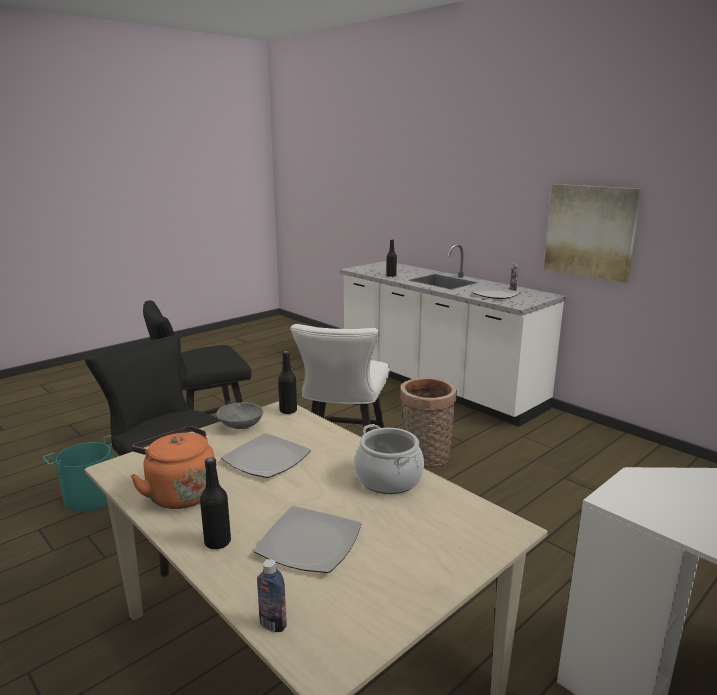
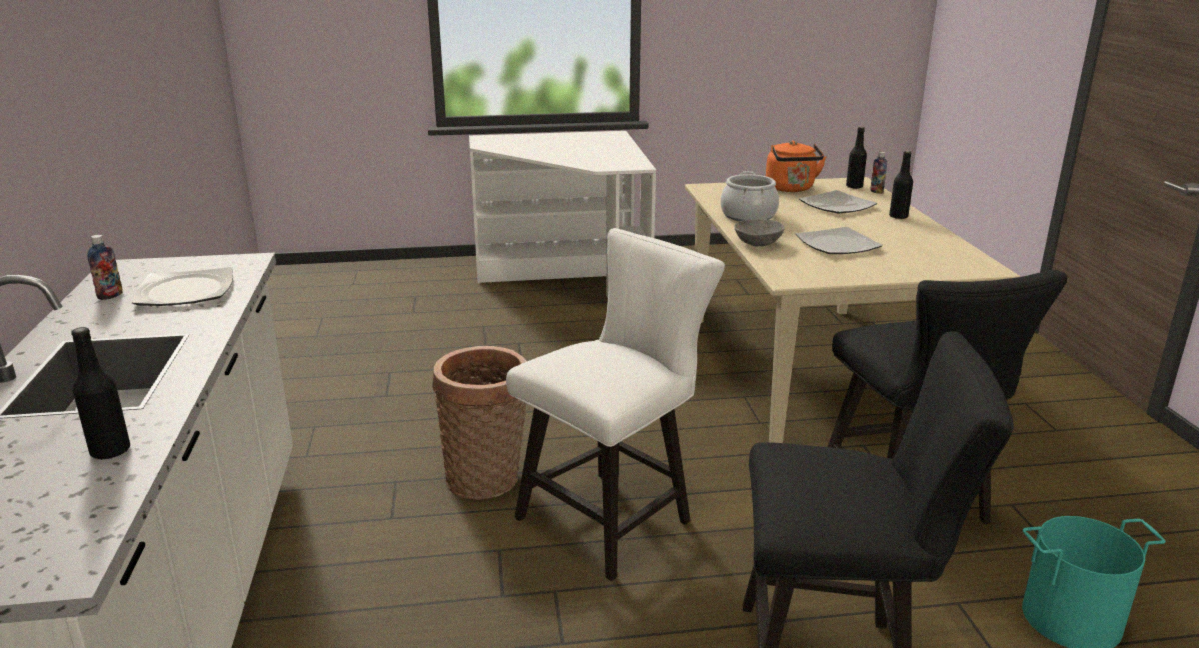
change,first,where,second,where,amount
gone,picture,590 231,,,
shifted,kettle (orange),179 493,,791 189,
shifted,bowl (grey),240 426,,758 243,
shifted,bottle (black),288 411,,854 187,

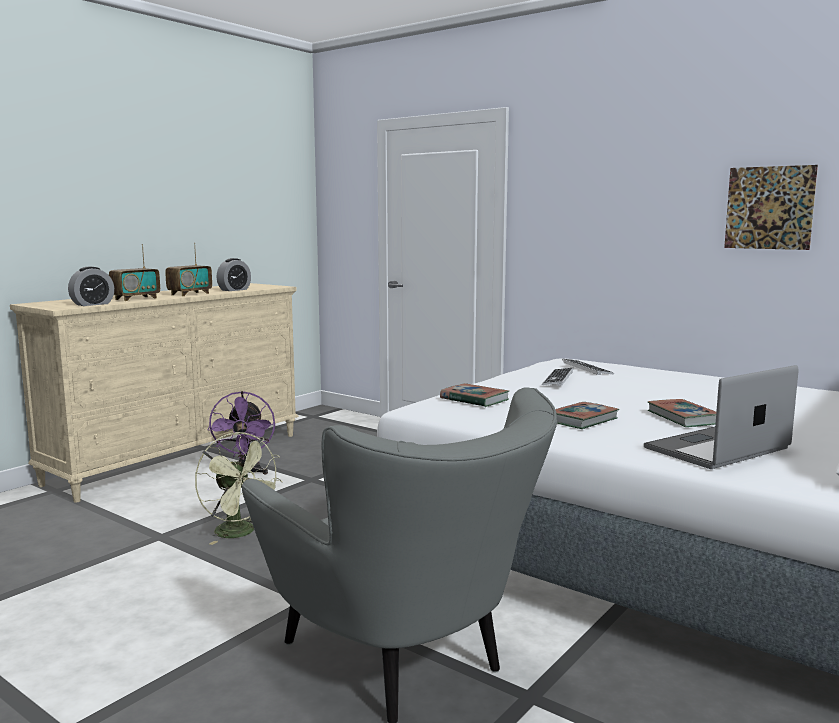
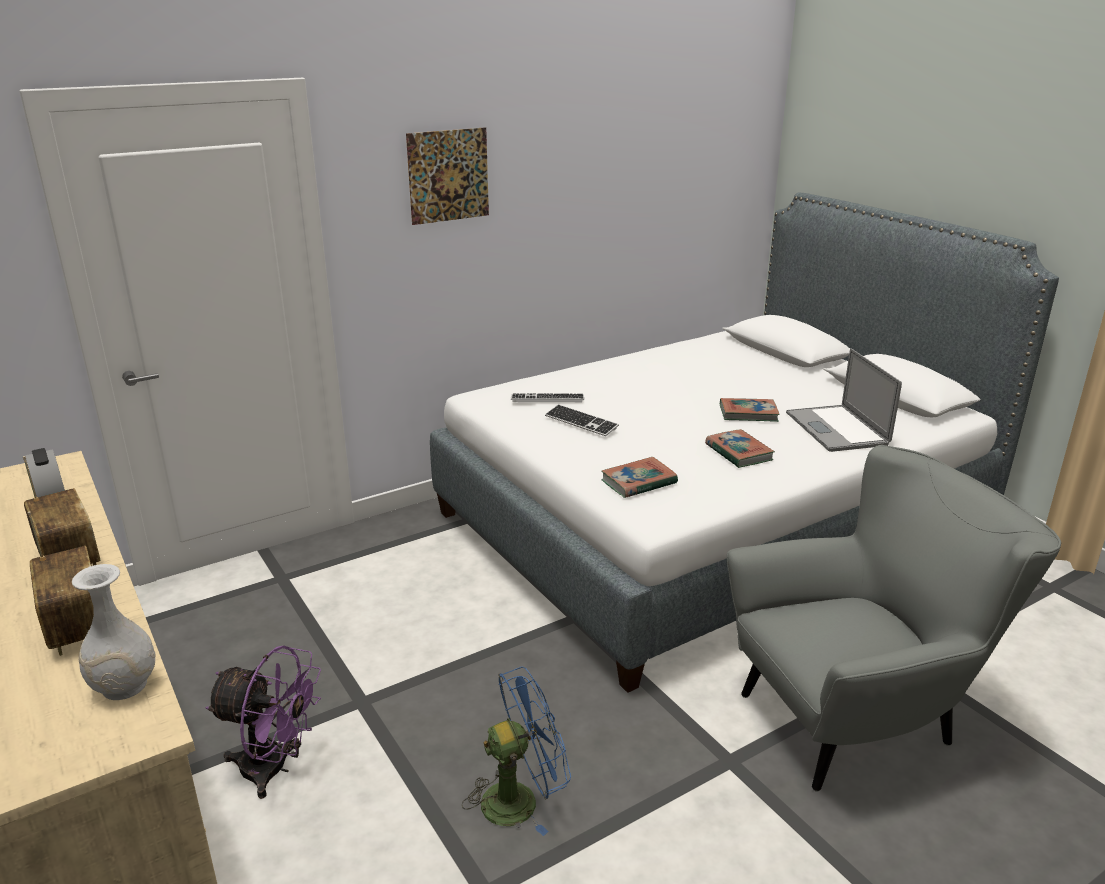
change,first,where,second,where,amount
shifted,picture,769 208,,448 175,
swapped,alarm clock,92 304,vase (white),124 686,
repainted,fan (green),240 533,fan (blue),520 799,

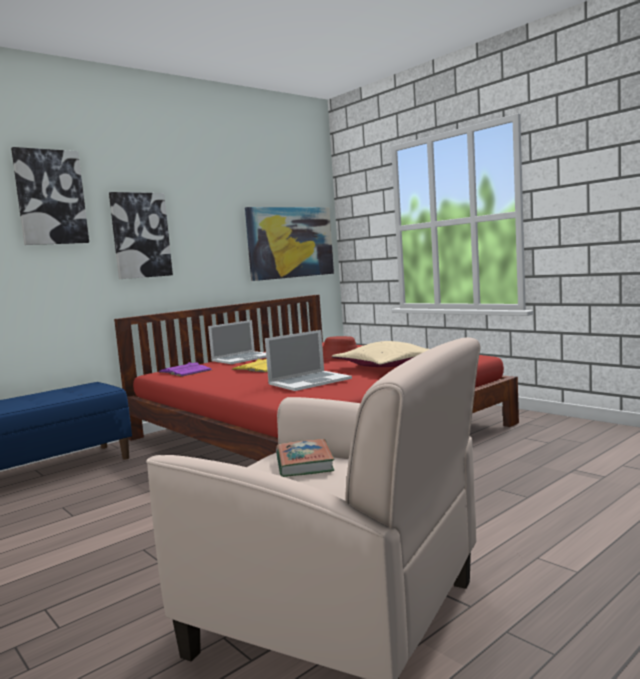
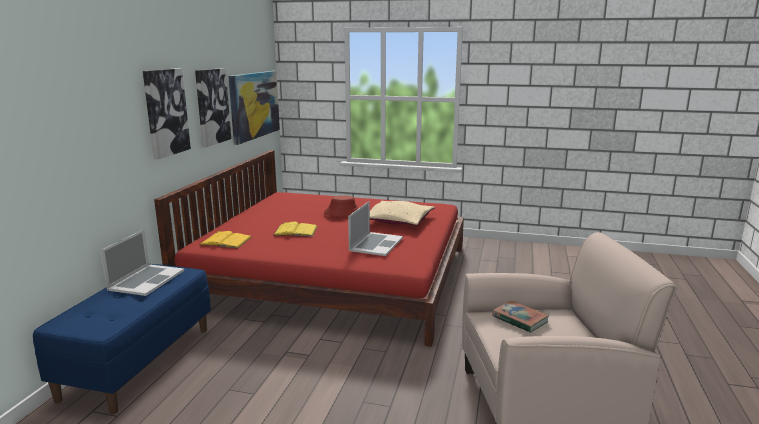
change,first,where,second,where,amount
shifted,picture,50 197,,212 106,
shifted,laptop,242 358,,146 280,
repainted,book (purple),185 371,book (yellow),226 241,

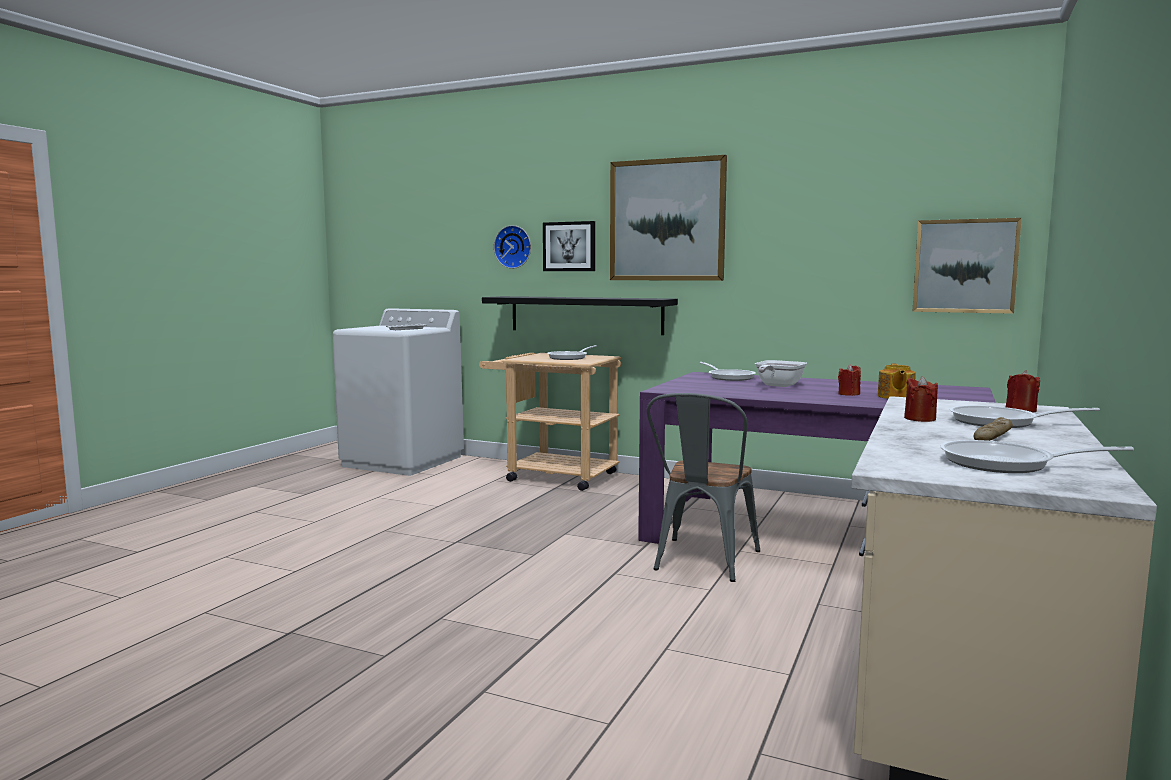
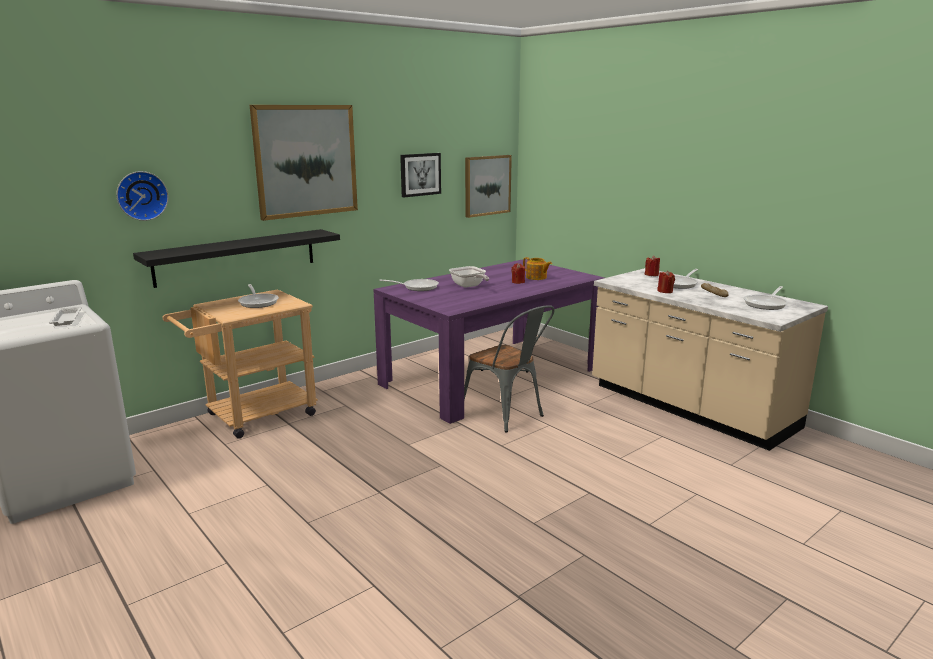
change,first,where,second,where,amount
shifted,picture,569 246,,420 174,

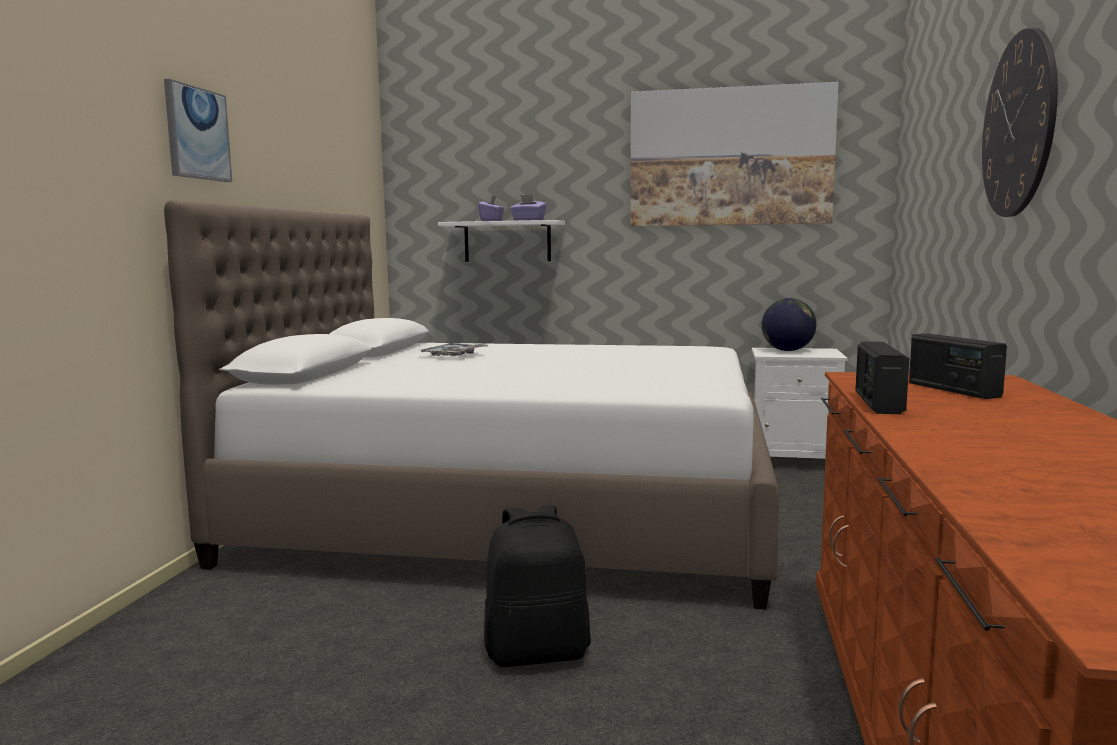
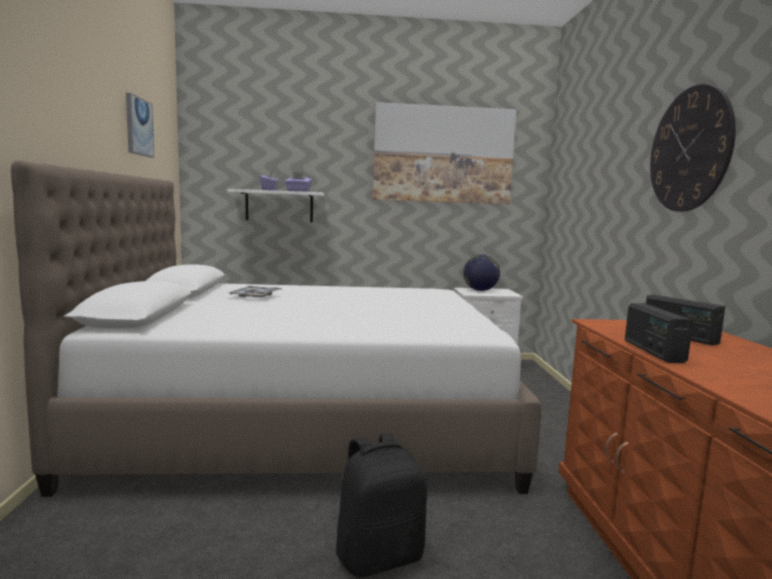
change,first,where,second,where,amount
shifted,picture,197 133,,138 127,

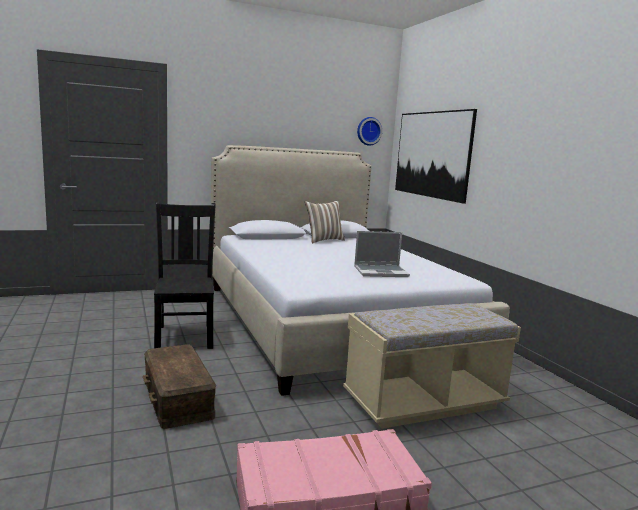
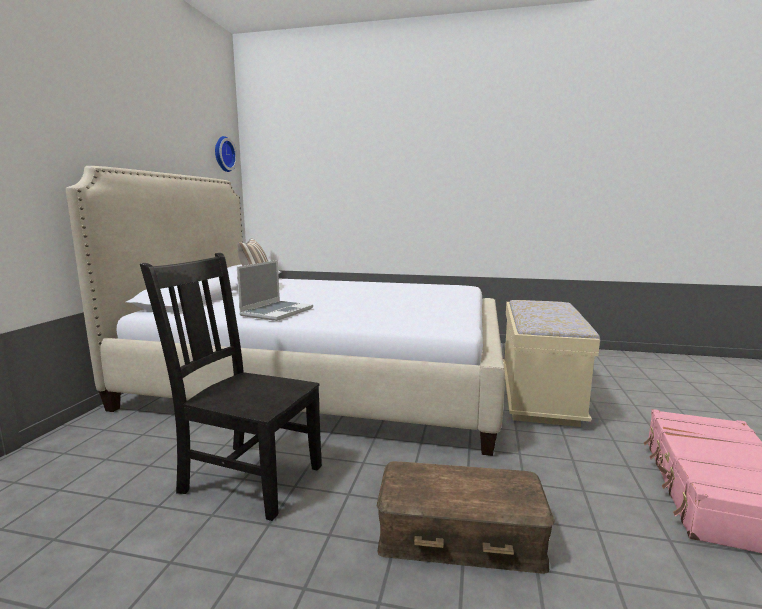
change,first,where,second,where,amount
gone,picture,432 154,,,
shifted,laptop,381 272,,277 312,

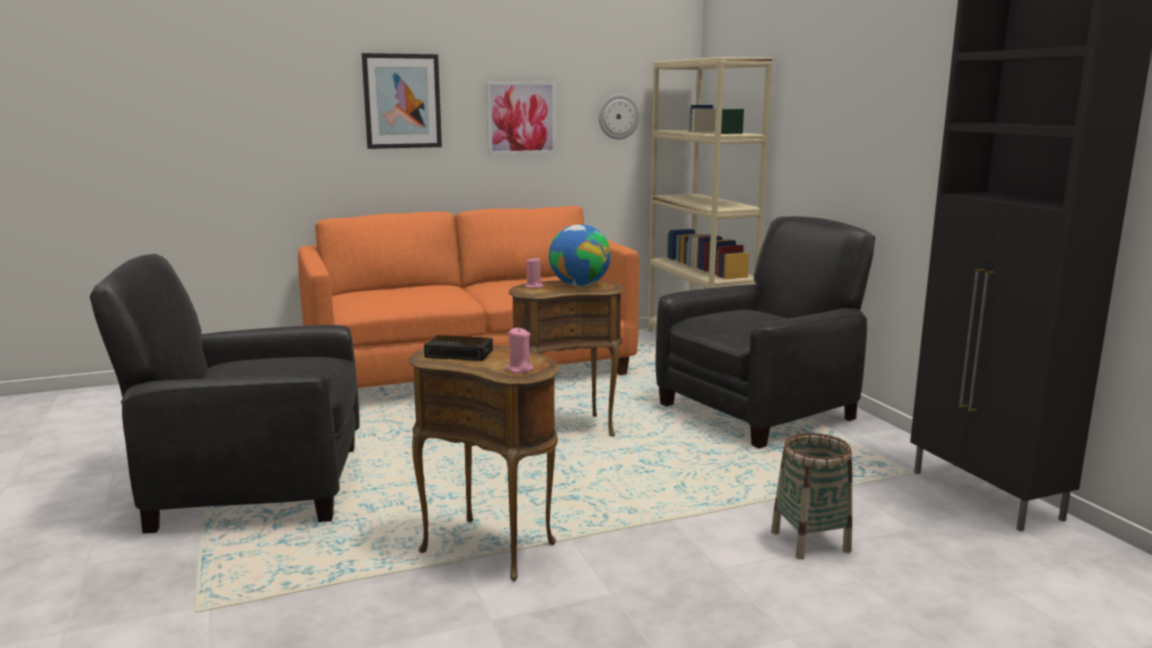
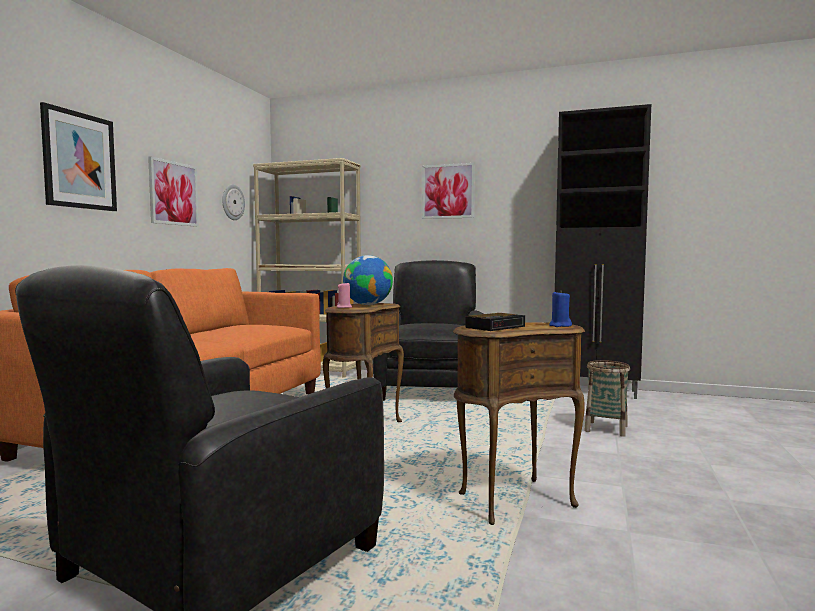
change,first,where,second,where,amount
new,,,picture,448 191,
repainted,candle (pink),519 369,candle (blue),560 326,

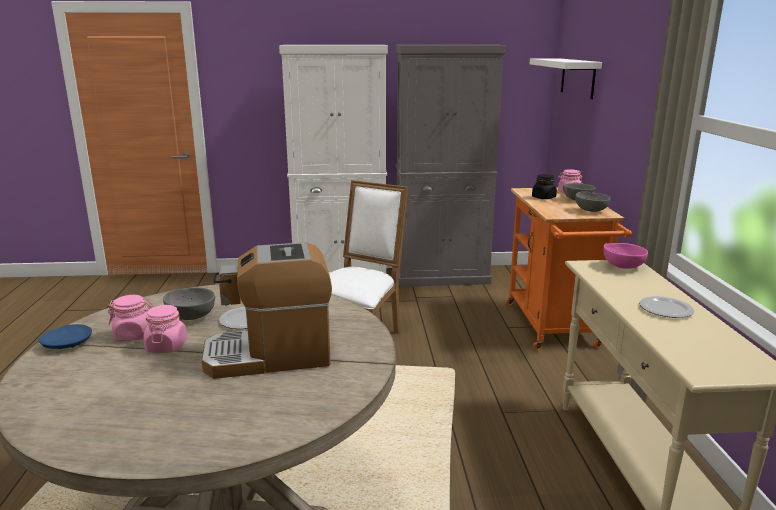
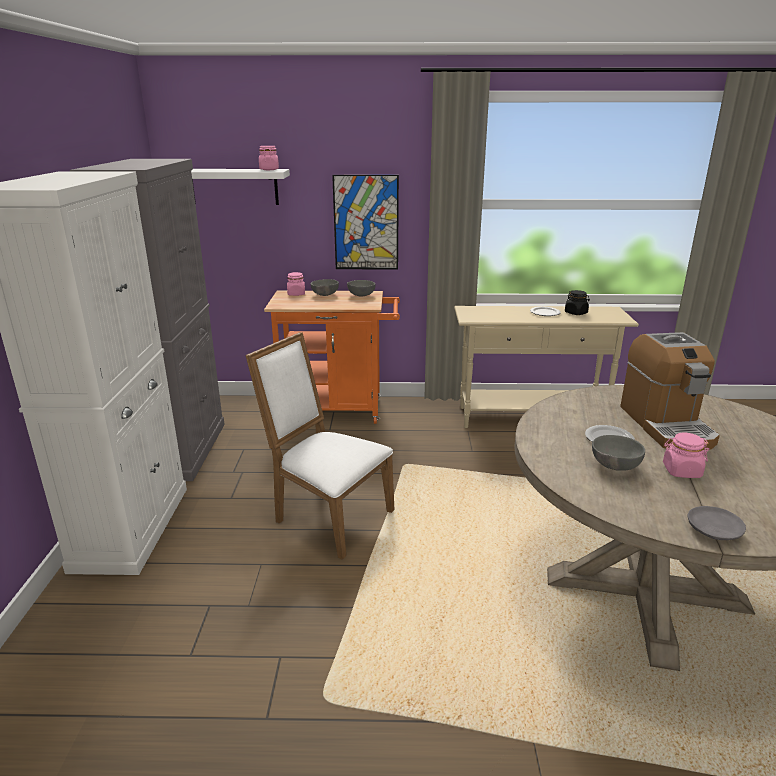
change,first,where,second,where,amount
gone,bowl (pink),622 266,,,
new,,,picture,366 223,
shifted,jar (pink),134 335,,269 169,
shifted,jar (black),543 197,,576 313,
repainted,plate (blue),67 343,plate (grey),713 530,

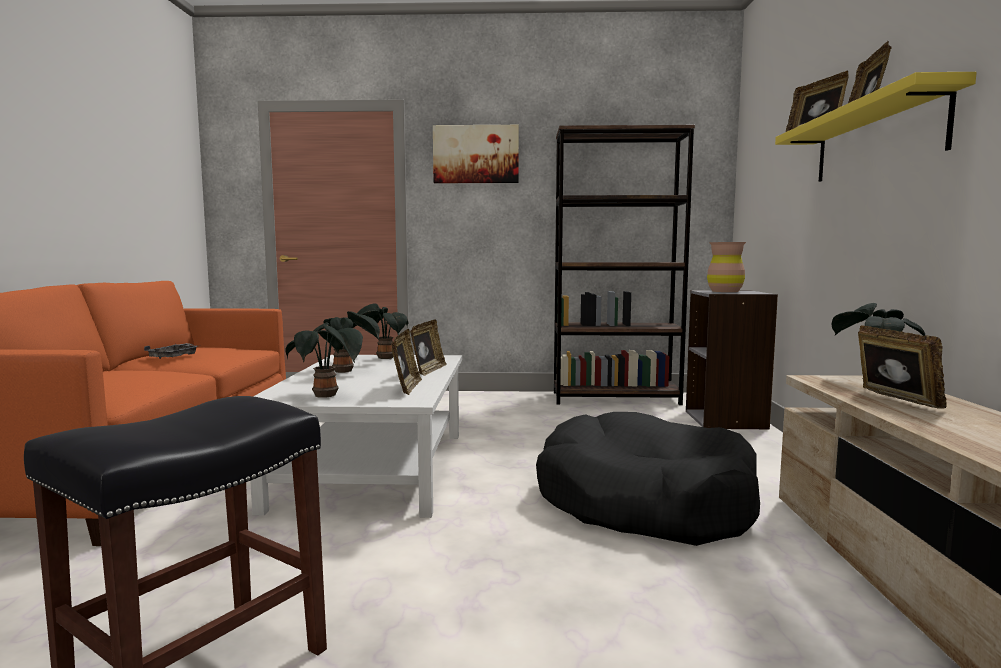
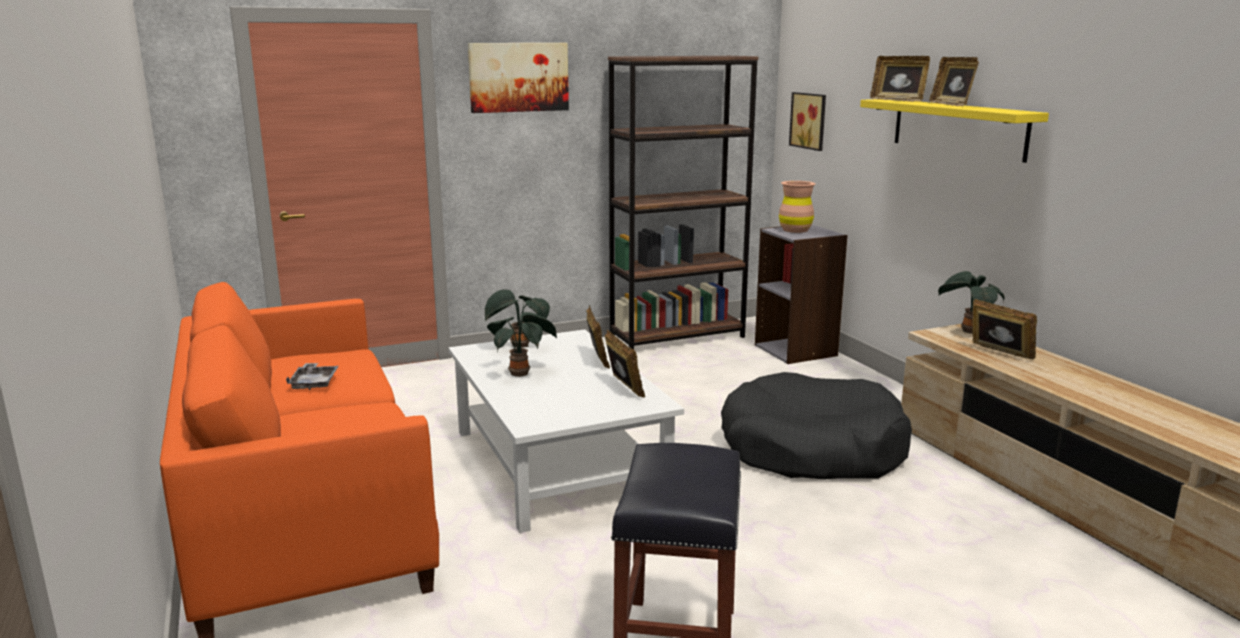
change,first,where,second,where,amount
gone,potted plant,328 396,,,
new,,,picture,810 120,

